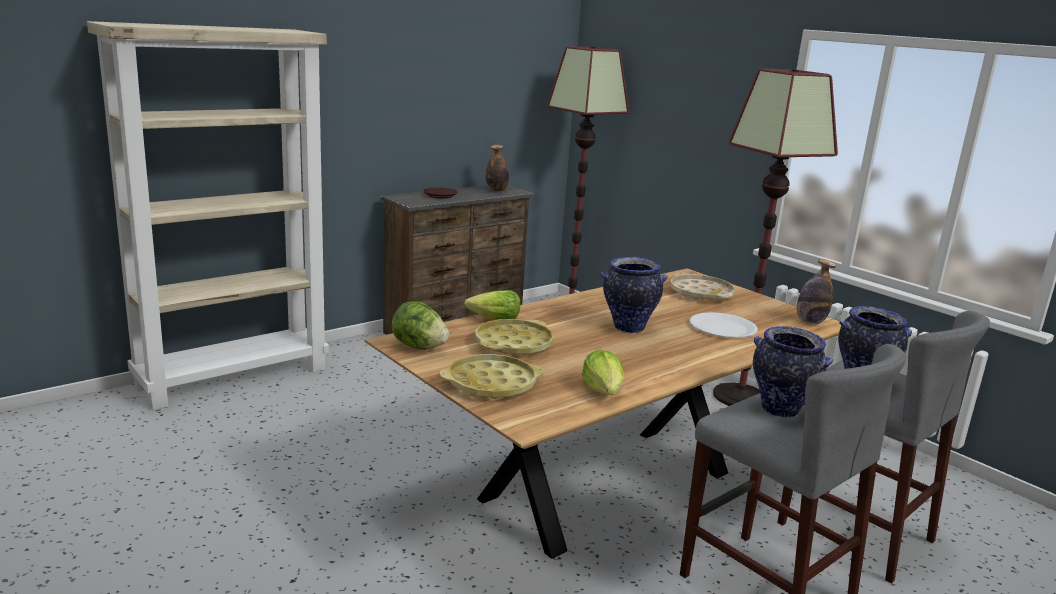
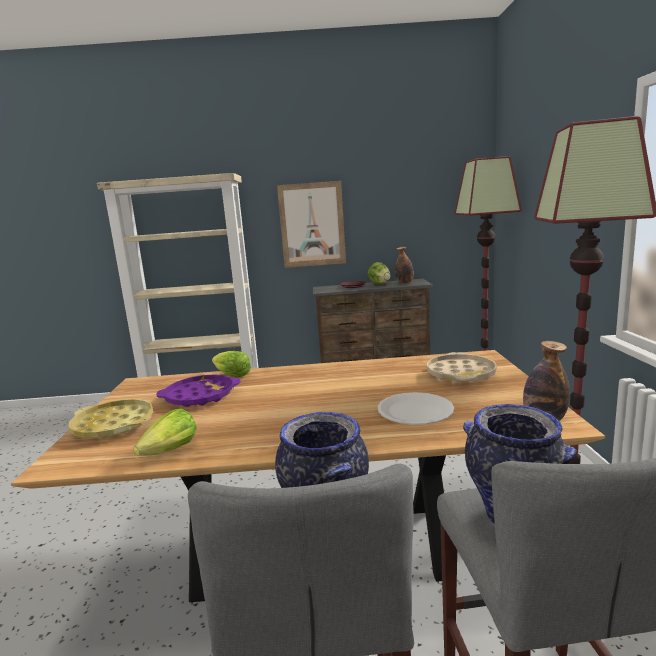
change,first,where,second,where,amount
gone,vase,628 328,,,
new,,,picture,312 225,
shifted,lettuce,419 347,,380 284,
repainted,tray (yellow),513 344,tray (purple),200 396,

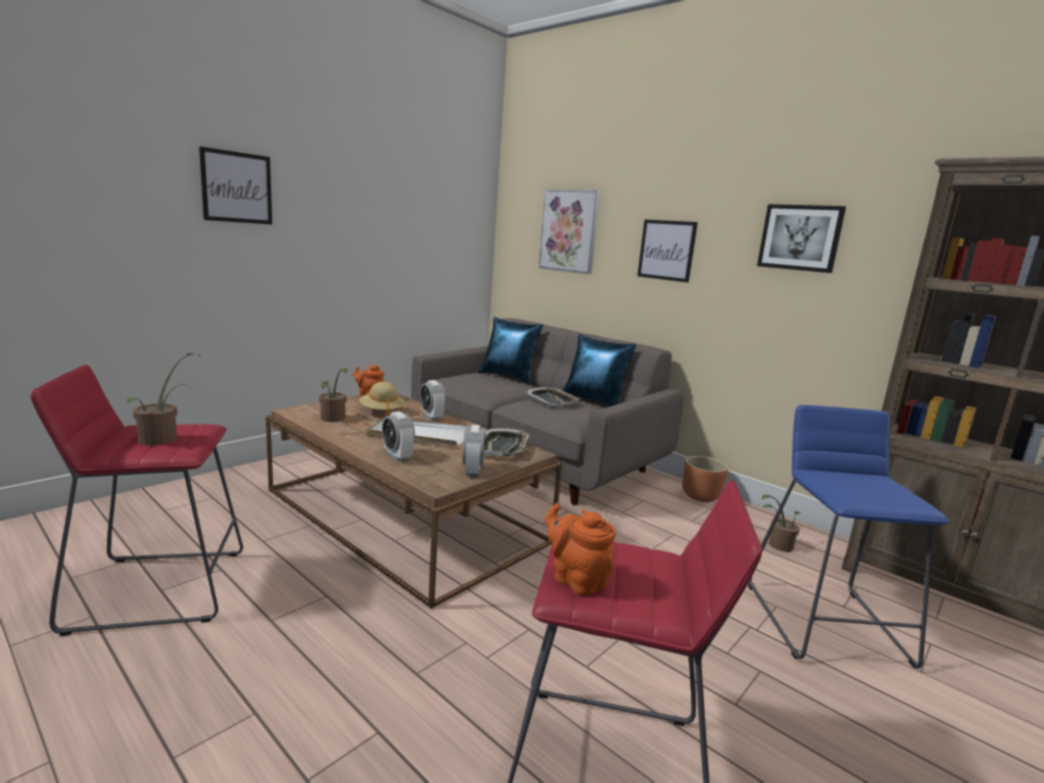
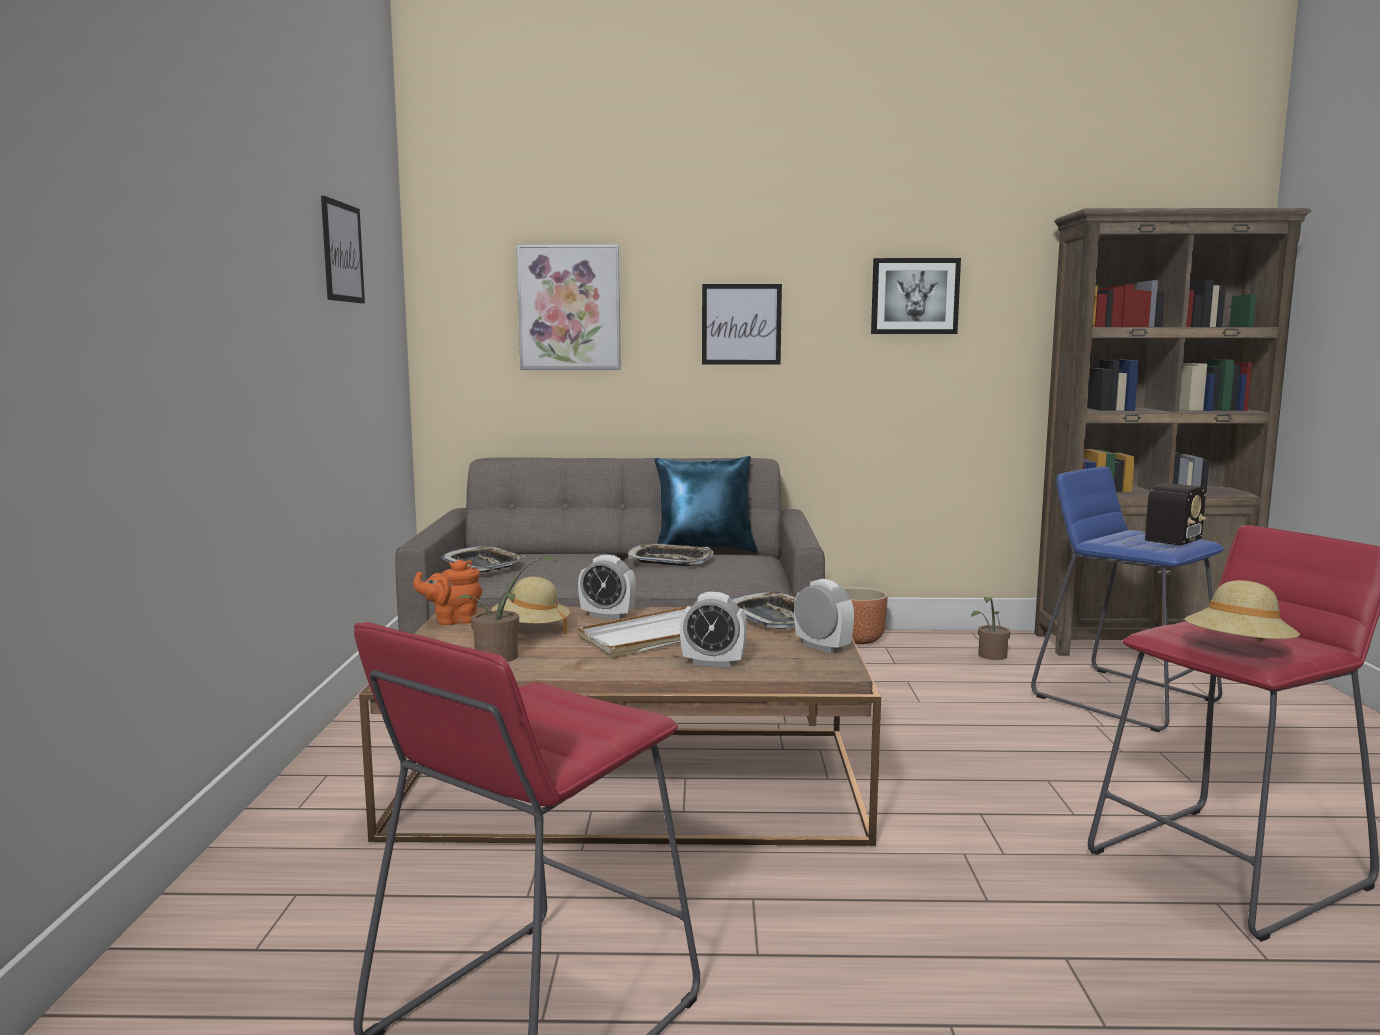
change,first,where,second,where,amount
gone,potted plant,164 438,,,
gone,pillow (blue),508 377,,,
new,,,tray,483 565,
new,,,radio,1160 541,
shifted,picture,237 187,,342 252,
swapped,teapot (orange),576 579,hat (beige),1238 651,

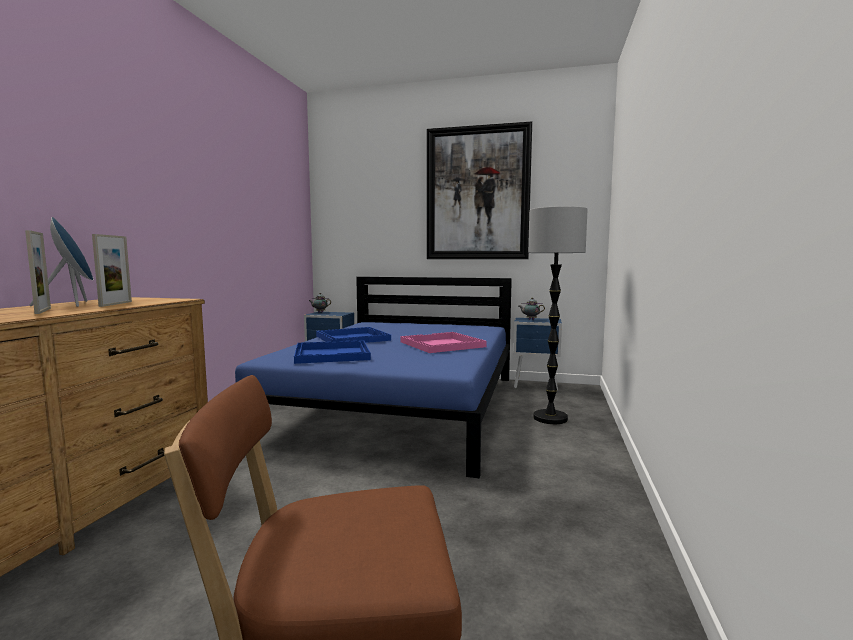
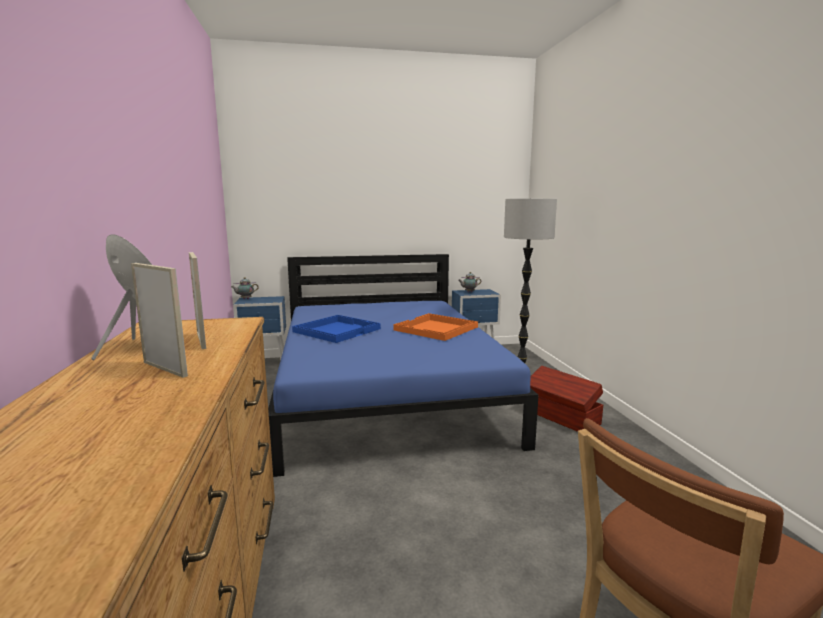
change,first,where,second,where,amount
gone,tray (blue),333 354,,,
gone,picture,477 194,,,
new,,,storage box (brown),561 417,
repainted,tray (pink),442 344,tray (orange),436 329,

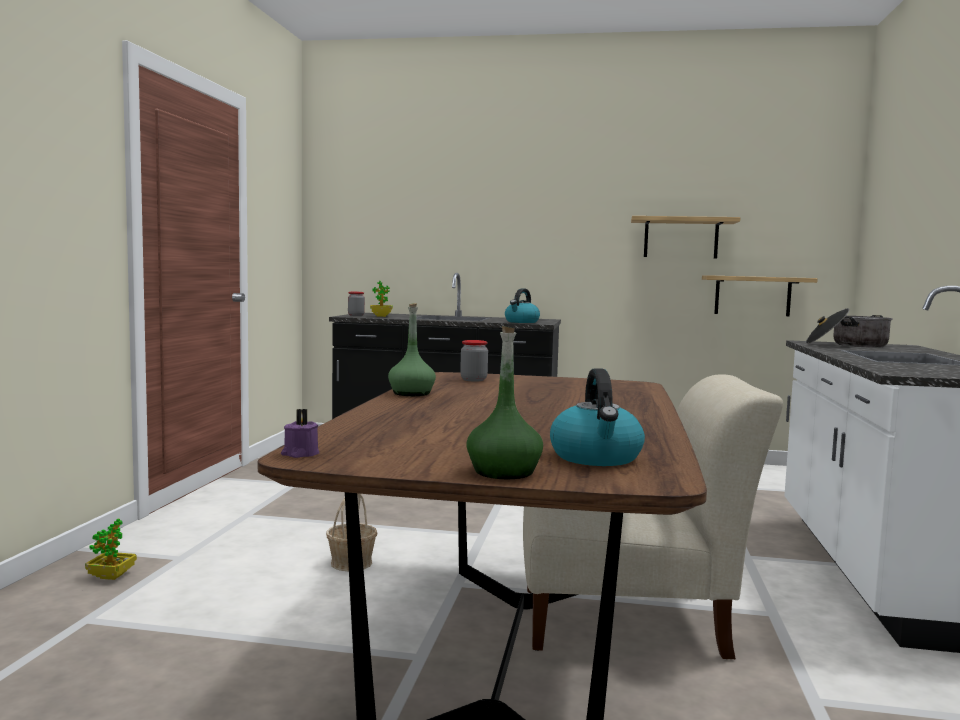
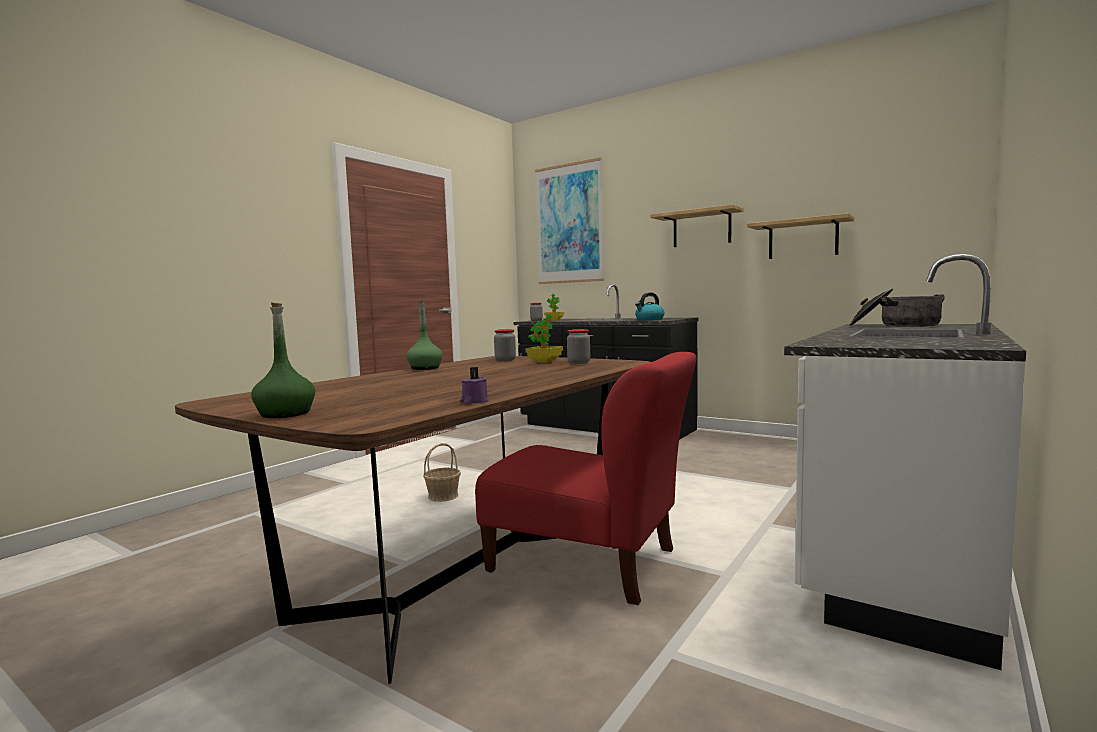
change,first,where,second,where,amount
gone,kettle,596 457,,,
new,,,picture,569 224,
new,,,jar,579 363,
shifted,potted plant,111 576,,544 361,
shifted,candle (purple),299 454,,474 402,
shifted,shelf,752 295,,701 229,
repainted,chair (beige),632 622,chair (red),589 563,

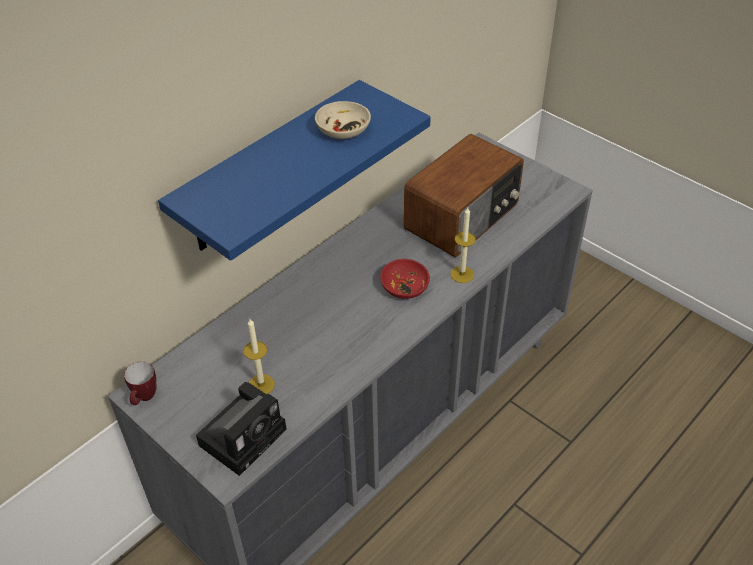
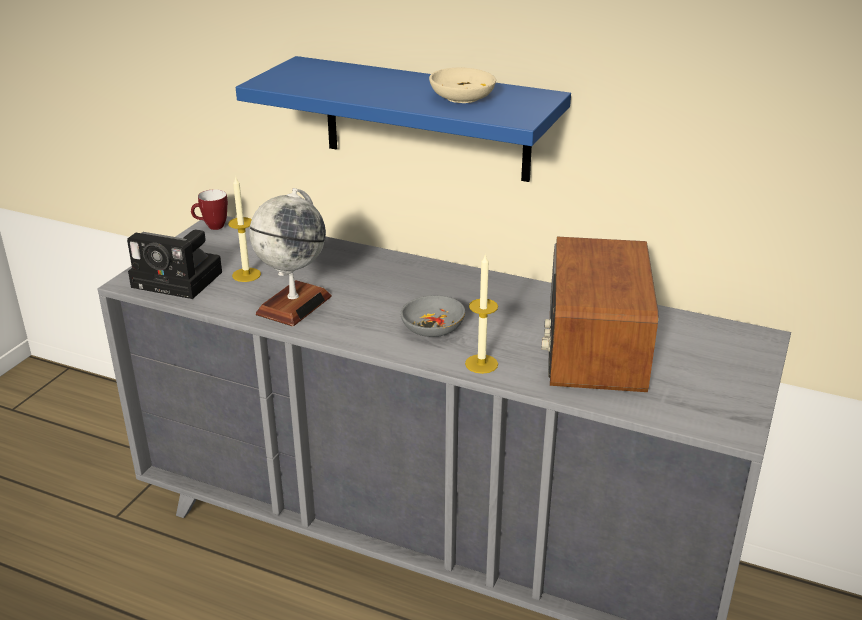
change,first,where,second,where,amount
new,,,globe,294 305,
repainted,bowl (red),405 287,bowl (grey),433 328,
rotated,radio,463 217,,593 348,75 degrees clockwise

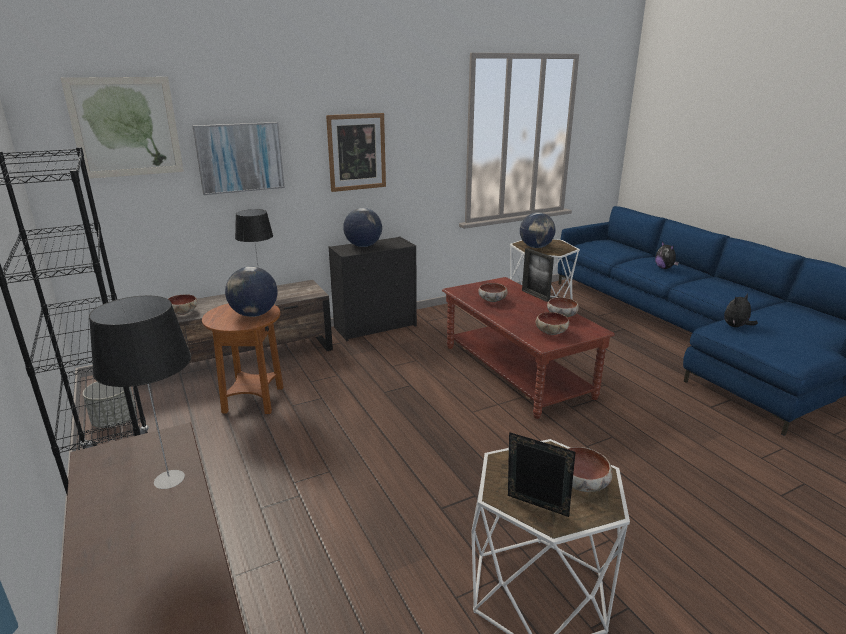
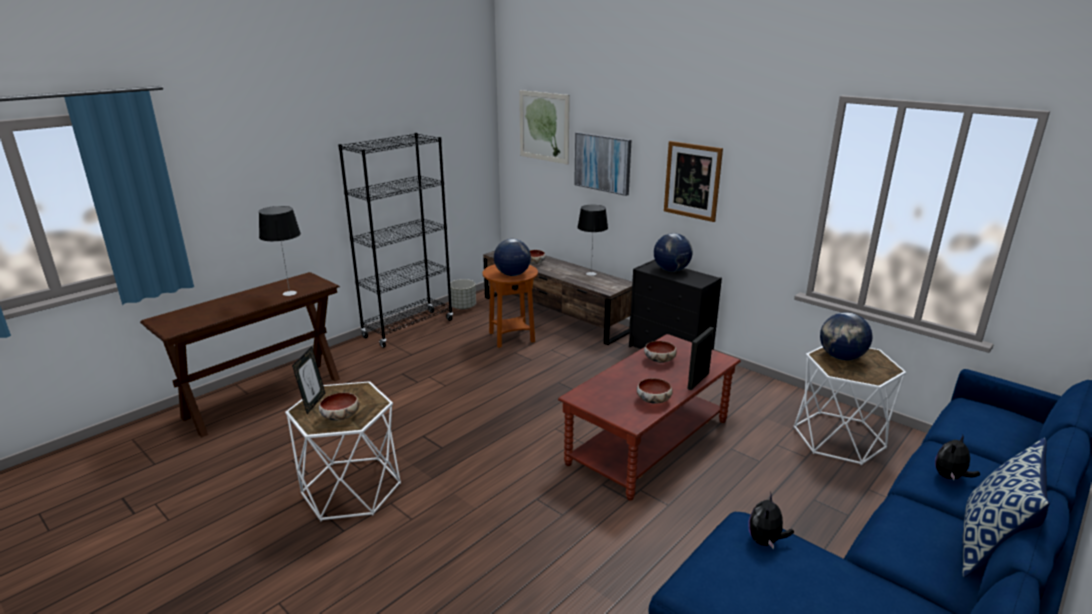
change,first,where,second,where,amount
gone,bowl,550 332,,,
new,,,pillow,989 548,
rotated,plush toy,736 327,,765 541,105 degrees counterclockwise

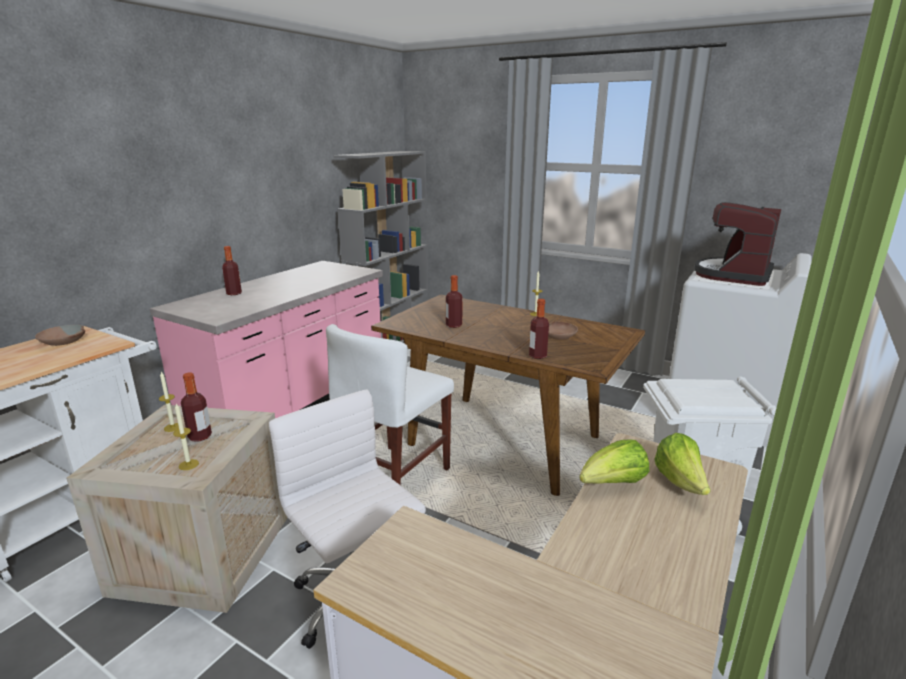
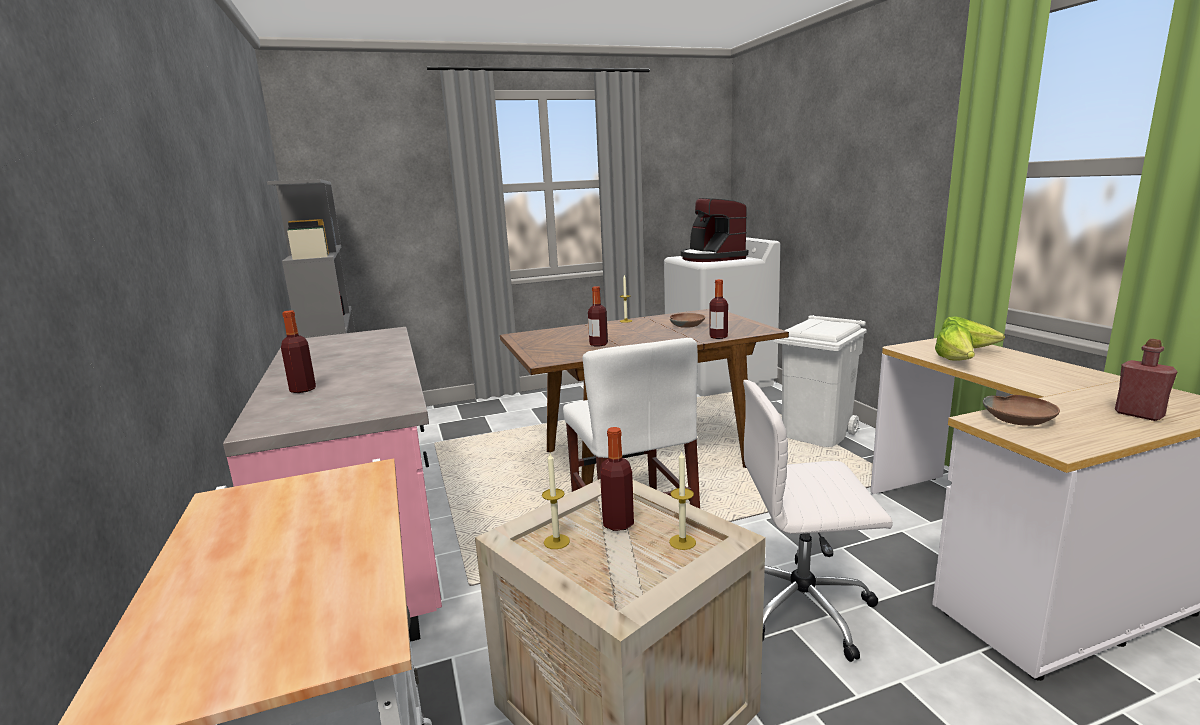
change,first,where,second,where,amount
new,,,bottle (red),1139 414,
shifted,bowl (brown),63 341,,1020 419,

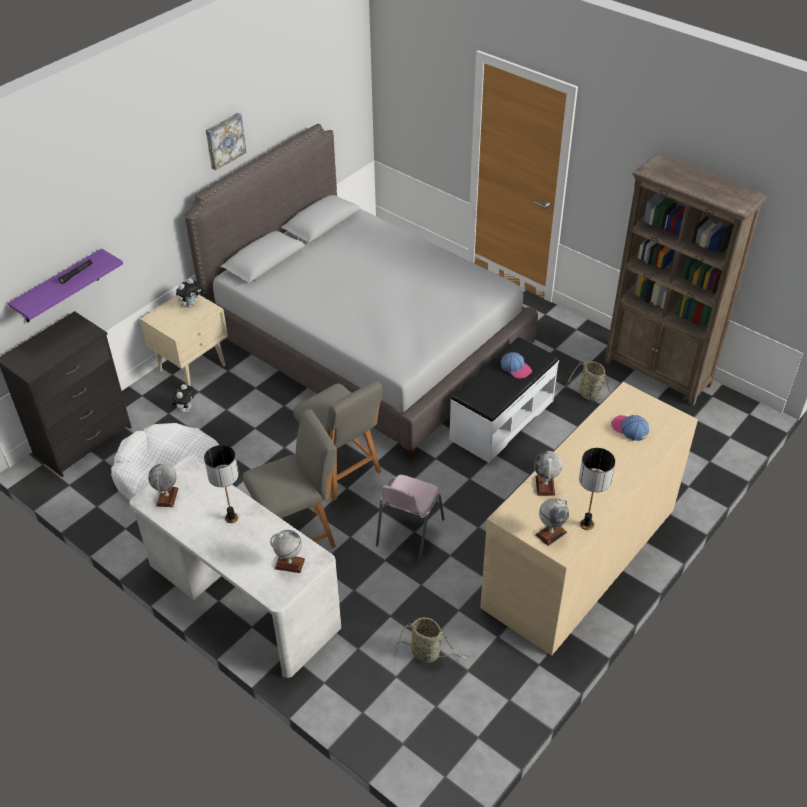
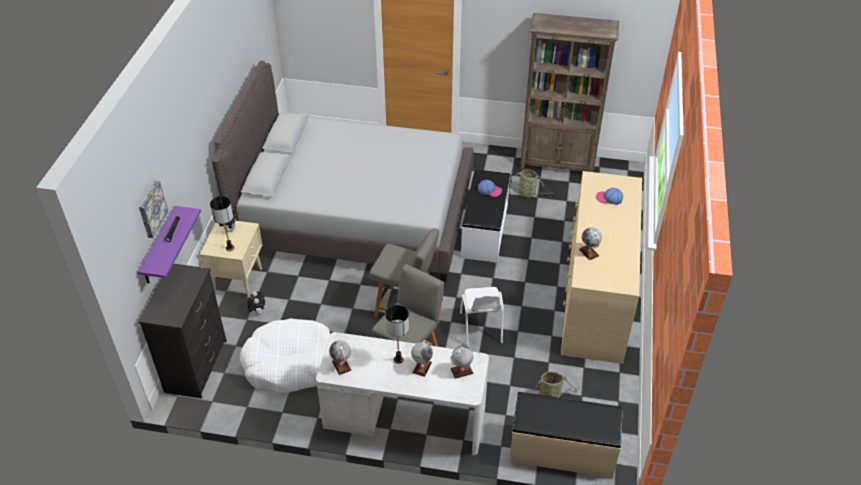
change,first,where,second,where,amount
new,,,bench (beige),562 451,
shifted,picture,224 140,,151 209,
shifted,globe,551 533,,422 367,
shifted,table lamp,586 524,,230 248,
repainted,chair (pink),408 533,chair (white),481 328,

